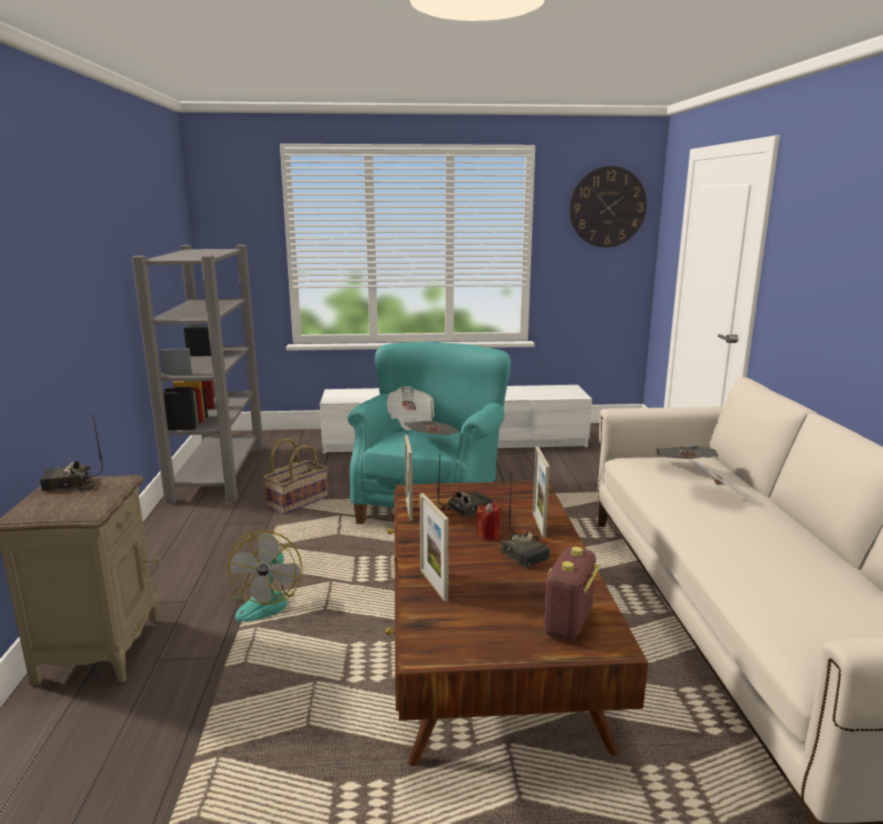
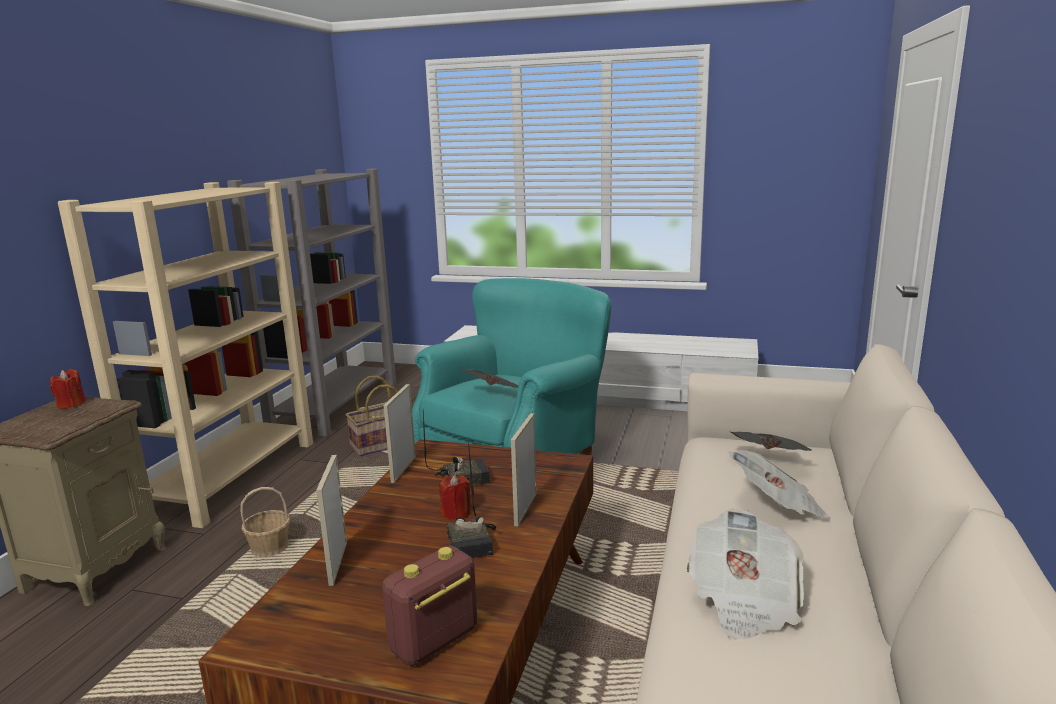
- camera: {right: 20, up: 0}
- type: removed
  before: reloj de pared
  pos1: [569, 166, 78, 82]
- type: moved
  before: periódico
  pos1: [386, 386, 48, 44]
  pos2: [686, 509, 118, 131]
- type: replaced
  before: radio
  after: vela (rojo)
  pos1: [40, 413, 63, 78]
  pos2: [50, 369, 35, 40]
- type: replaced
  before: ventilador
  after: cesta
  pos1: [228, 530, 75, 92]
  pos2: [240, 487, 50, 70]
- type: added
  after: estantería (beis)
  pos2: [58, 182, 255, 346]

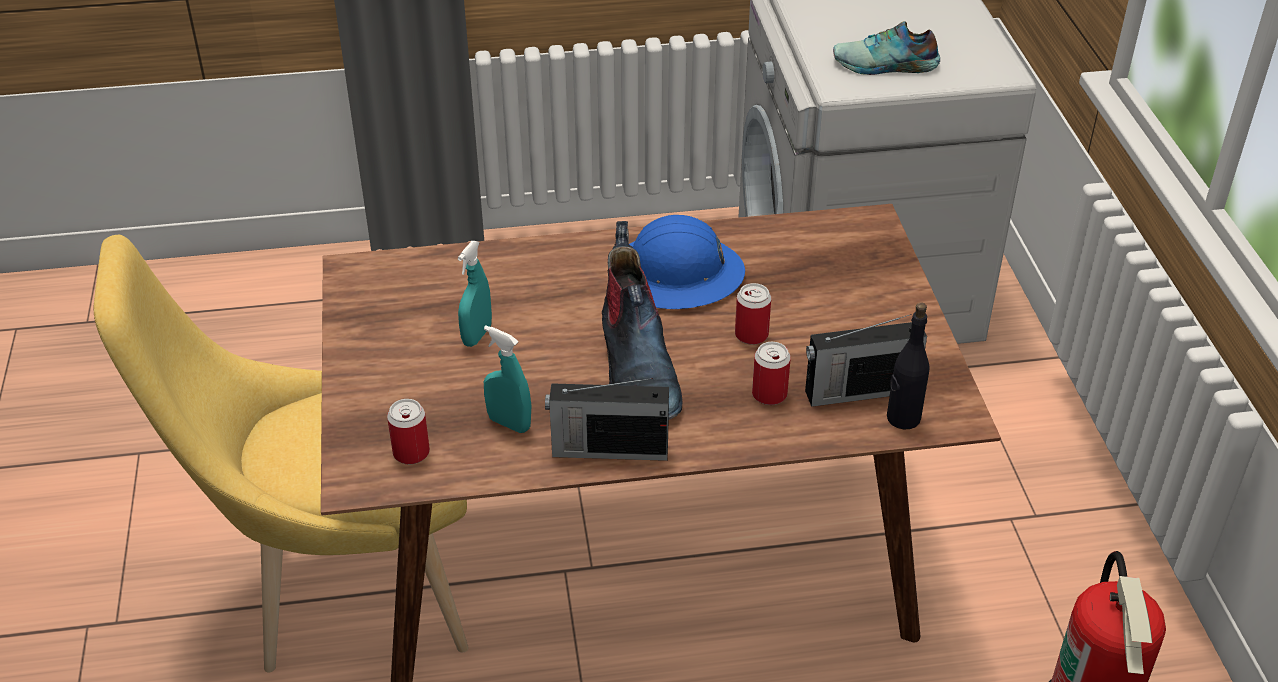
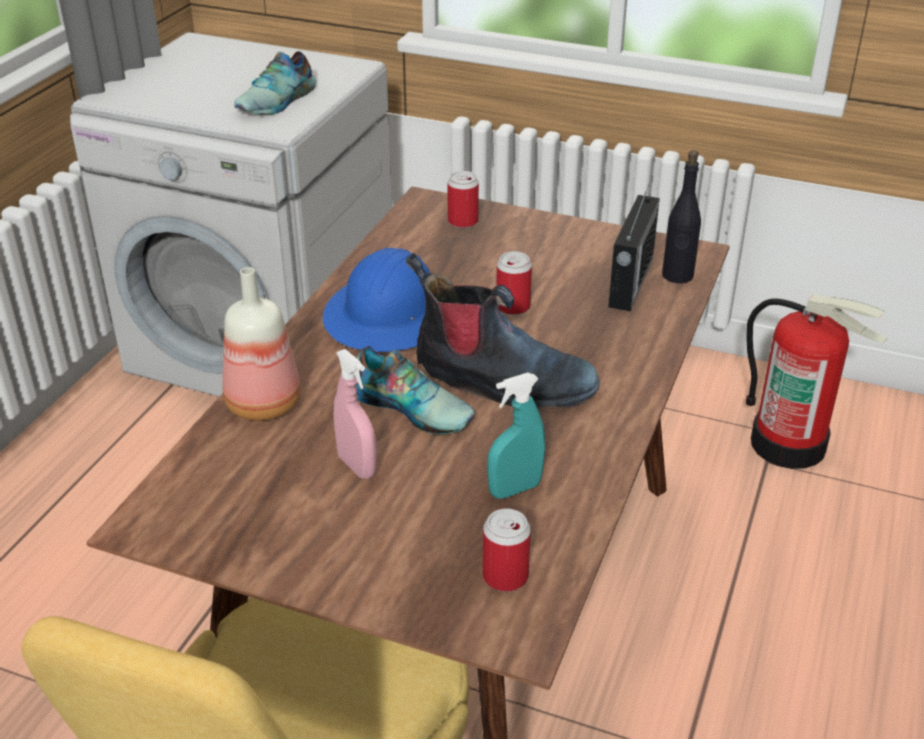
- camera: {right: -60, up: -5}
- type: recoloured
  before: pulverizador (turquesa)
  after: pulverizador (rosa)
  pos1: [458, 241, 34, 106]
  pos2: [334, 349, 43, 130]
- type: moved
  before: lata
  pos1: [752, 342, 39, 63]
  pos2: [447, 171, 32, 57]
- type: removed
  before: radio
  pos1: [545, 378, 124, 83]
- type: added
  after: botella
  pos2: [222, 267, 79, 154]
- type: added
  after: zapato
  pos2: [356, 346, 119, 88]

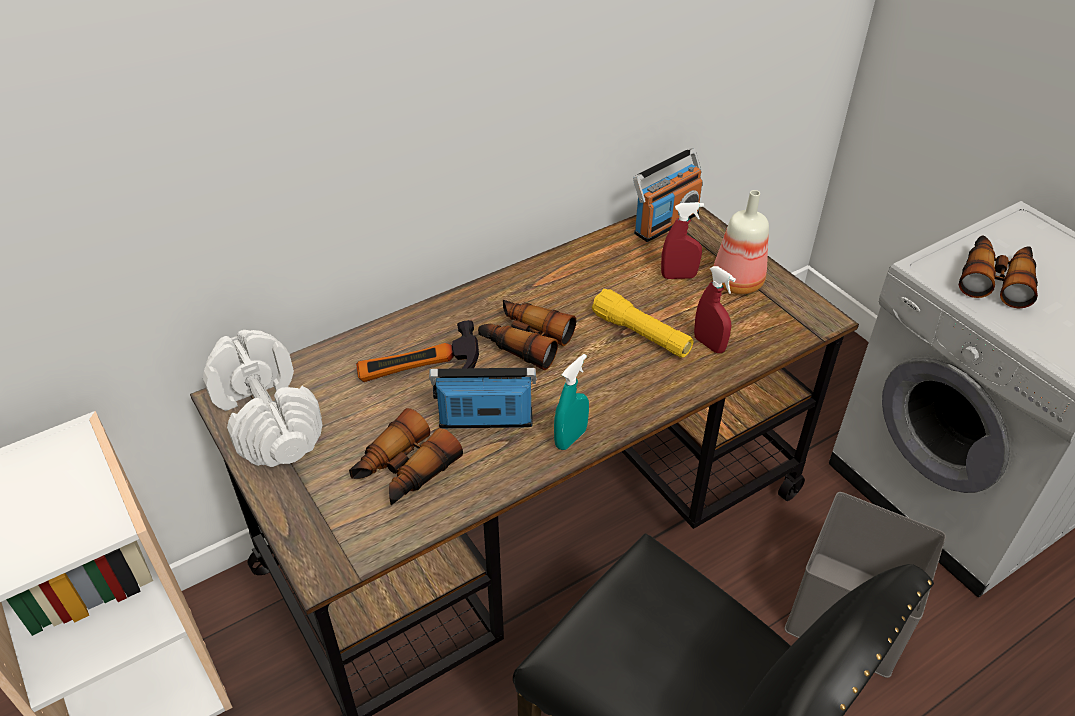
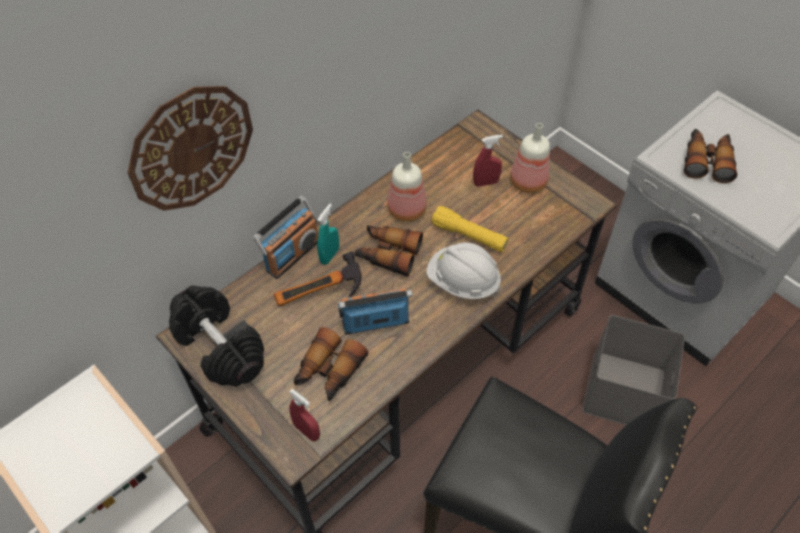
- camera: {right: -10, up: 10}
- type: moved
  before: radio
  pos1: [633, 148, 70, 94]
  pos2: [253, 196, 65, 83]
- type: moved
  before: pulverizador (rojo)
  pos1: [694, 266, 42, 87]
  pos2: [289, 389, 31, 52]
- type: recoloured
  before: mancuerna (blanco)
  after: mancuerna (negro)
  pos1: [203, 330, 119, 137]
  pos2: [169, 286, 95, 101]
- type: moved
  before: pulverizador (turquesa)
  pos1: [554, 354, 35, 96]
  pos2: [317, 204, 22, 61]
- type: added
  after: reloj de pared
  pos2: [127, 86, 126, 125]
- type: added
  after: botella
  pos2: [387, 152, 40, 70]
- type: added
  after: casco (blanco)
  pos2: [427, 242, 74, 57]

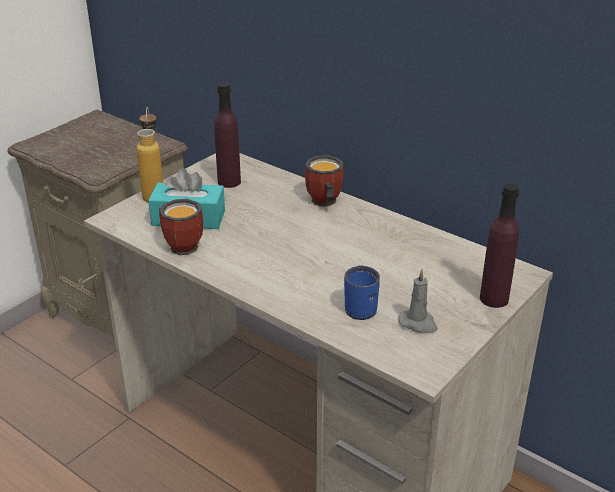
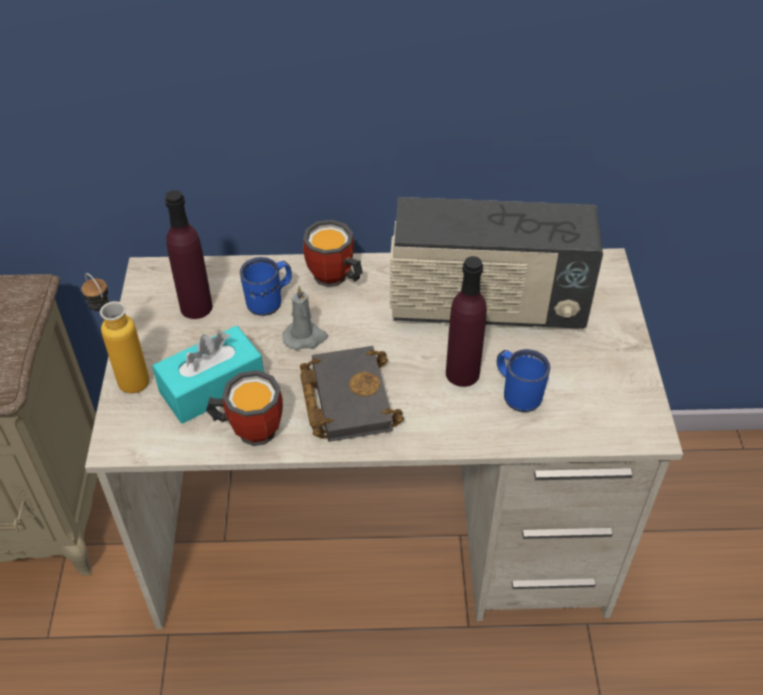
- camera: {right: -40, up: 15}
- type: moved
  before: botella (morado)
  pos1: [480, 184, 39, 124]
  pos2: [446, 256, 41, 131]
- type: moved
  before: vela (gris)
  pos1: [398, 269, 40, 64]
  pos2: [283, 286, 45, 64]
- type: added
  after: radio
  pos2: [390, 197, 213, 132]
- type: added
  after: taza grande (azul)
  pos2: [240, 257, 52, 59]
- type: added
  after: libro (negro)
  pos2: [300, 346, 104, 96]

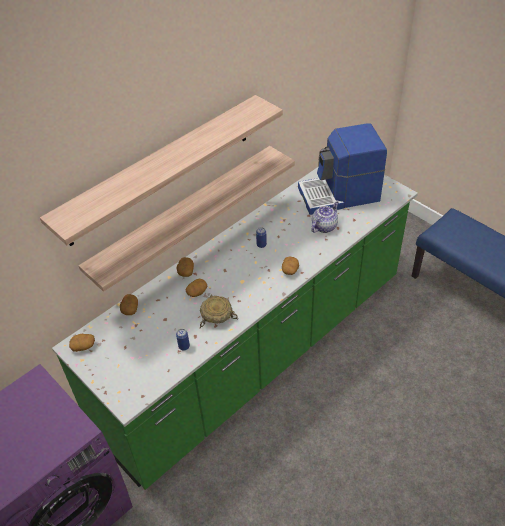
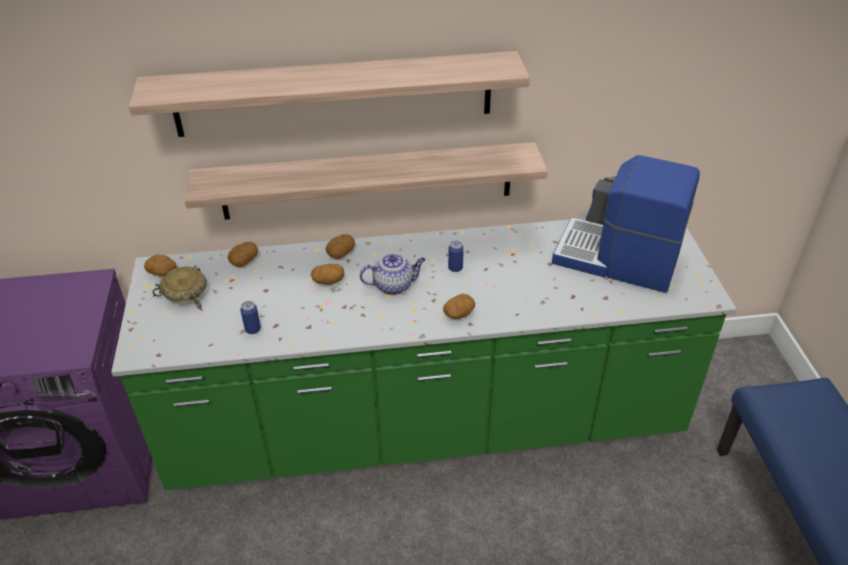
- camera: {right: 35, up: -5}
- type: moved
  before: tetera
  pos1: [311, 202, 28, 31]
  pos2: [360, 253, 66, 42]
- type: moved
  before: cuenco (beis)
  pos1: [200, 295, 38, 33]
  pos2: [152, 266, 55, 45]

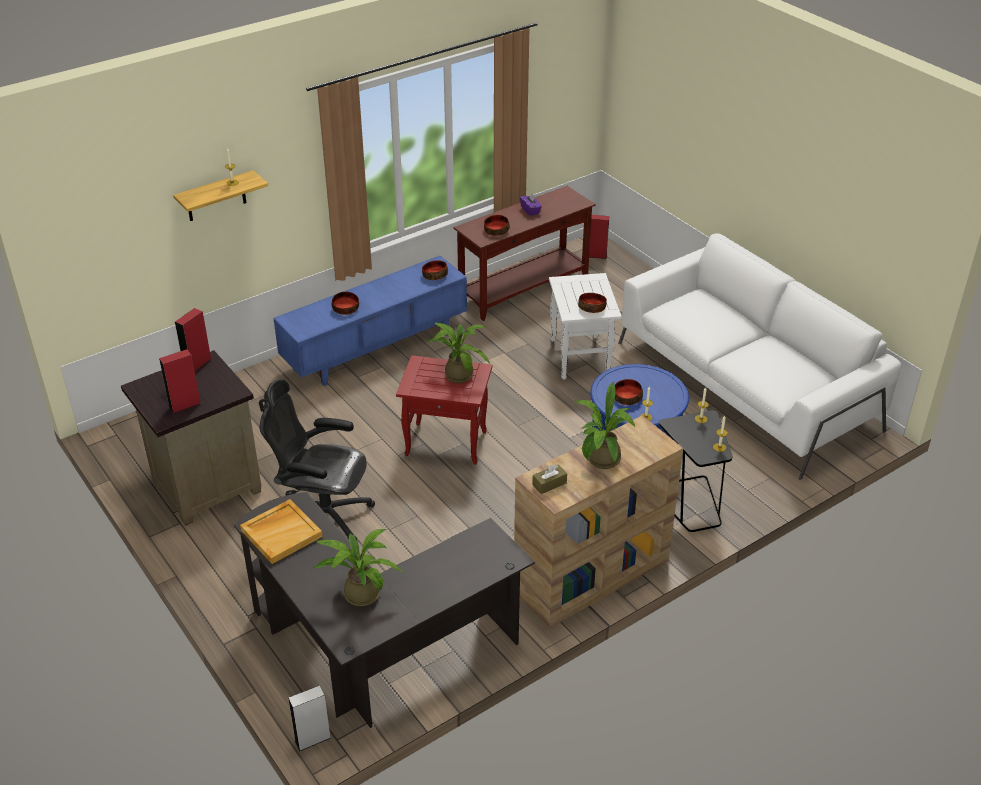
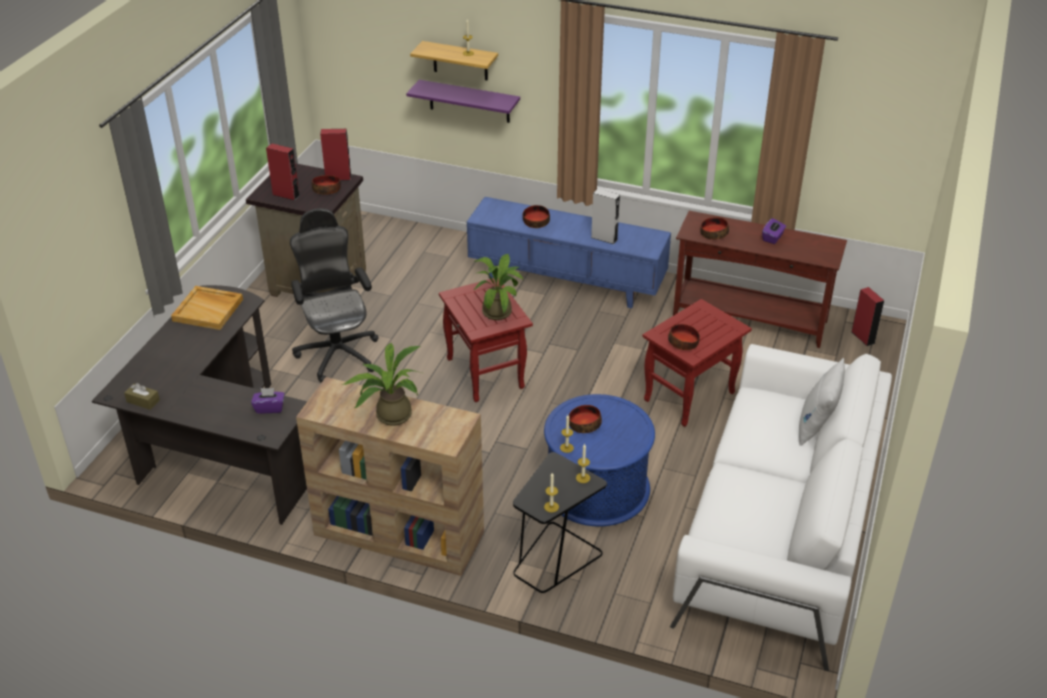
- camera: {right: 55, up: 0}
- type: moved
  before: cuenco
  pos1: [422, 260, 26, 20]
  pos2: [312, 175, 29, 20]
- type: recoloured
  before: mesa auxiliar (blanco)
  after: mesa auxiliar (rojo)
  pos1: [549, 273, 73, 107]
  pos2: [642, 299, 110, 128]
- type: moved
  before: caja de pañuelos (marrón)
  pos1: [532, 464, 35, 30]
  pos2: [124, 383, 36, 27]
- type: removed
  before: planta en maceta
  pos1: [314, 529, 89, 78]
- type: moved
  before: altavoz (gris)
  pos1: [288, 685, 43, 66]
  pos2: [591, 189, 29, 55]
- type: added
  after: estante (morado)
  pos2: [406, 80, 114, 43]
- type: added
  after: cojín (gris)
  pos2: [799, 358, 46, 88]
- type: added
  after: caja de pañuelos (morado)
  pos2: [251, 388, 34, 26]

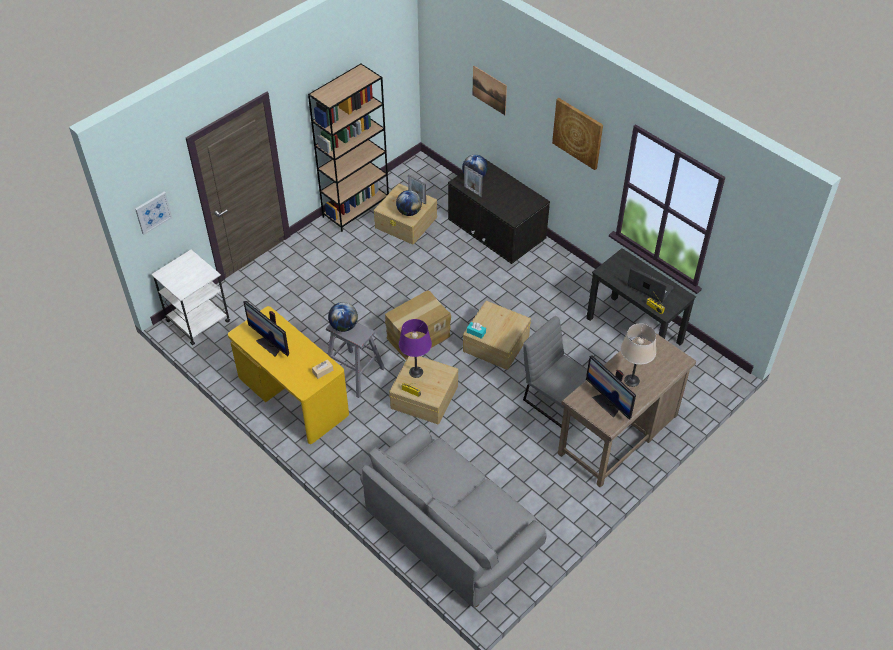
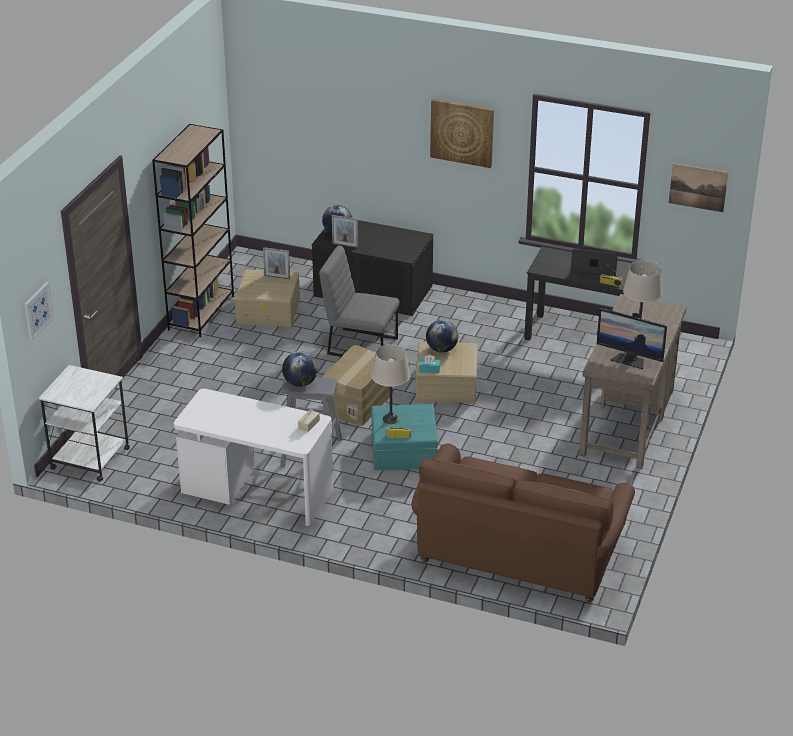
- camera: {right: -25, up: -15}
- type: moved
  before: cuadro
  pos1: [472, 66, 35, 49]
  pos2: [669, 163, 59, 49]
- type: moved
  before: globo terráqueo
  pos1: [396, 190, 26, 26]
  pos2: [426, 320, 32, 33]
- type: removed
  before: monitor
  pos1: [243, 301, 46, 56]
- type: recoloured
  before: escritorio (amarillo)
  after: escritorio (blanco)
  pos1: [228, 306, 121, 138]
  pos2: [174, 388, 159, 138]
- type: moved
  before: silla (gris)
  pos1: [523, 316, 64, 111]
  pos2: [319, 246, 81, 111]
- type: recoloured
  before: lámpara de mesa (morado)
  after: lámpara de mesa (beis)
  pos1: [399, 319, 33, 59]
  pos2: [372, 344, 38, 80]
- type: recoloured
  before: caja de almacenaje (beis)
  after: caja de almacenaje (turquesa)
  pos1: [389, 356, 69, 68]
  pos2: [371, 404, 67, 66]
- type: recoloured
  before: sofá (gris)
  after: sofá (marrón)
  pos1: [360, 425, 187, 182]
  pos2: [412, 444, 223, 158]

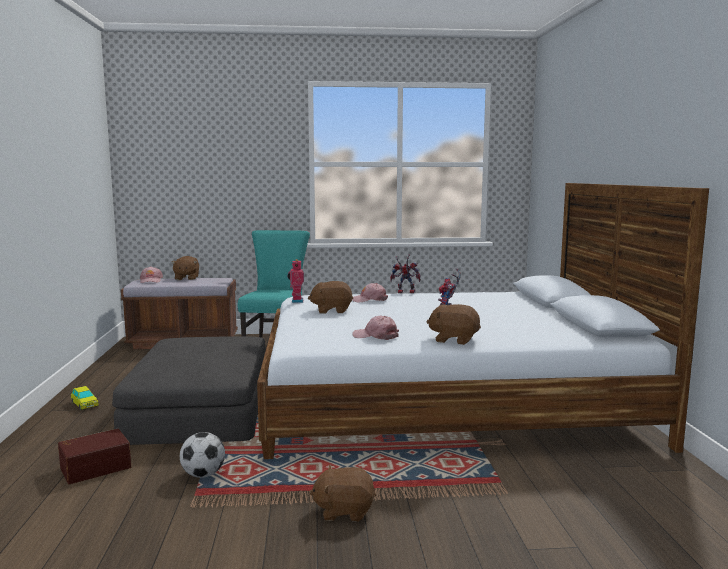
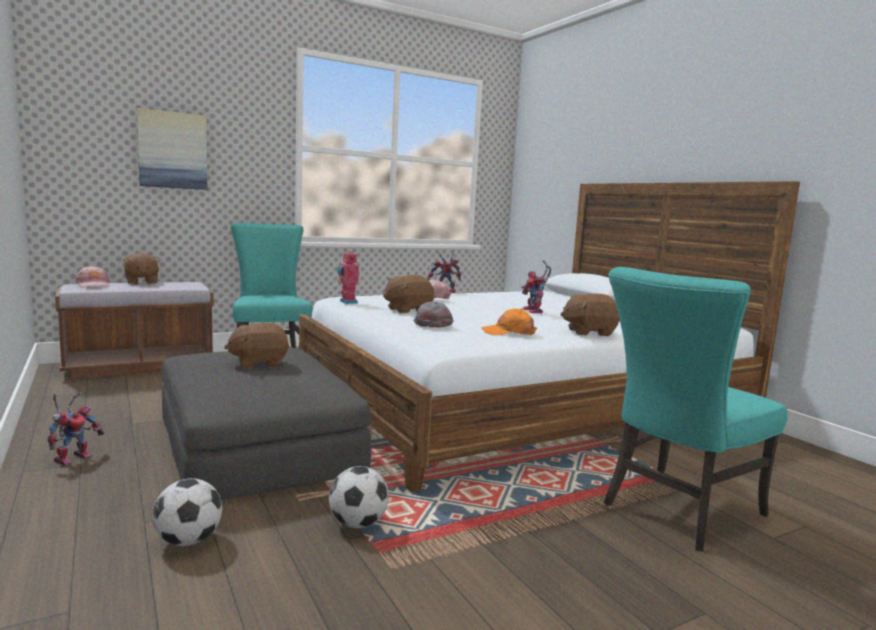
- camera: {right: -25, up: 0}
- type: recoloured
  before: gorra (rosa)
  after: gorra (naranja)
  pos1: [353, 316, 46, 24]
  pos2: [481, 309, 56, 26]
- type: replaced
  before: coche de juguete
  after: robot de juguete
  pos1: [71, 386, 28, 24]
  pos2: [48, 393, 57, 73]
- type: replaced
  before: caja de almacenaje (marrón)
  after: balón de fútbol
  pos1: [58, 429, 73, 55]
  pos2: [152, 478, 70, 68]
- type: moved
  before: peluche (marrón)
  pos1: [309, 465, 67, 57]
  pos2: [224, 323, 65, 46]
- type: added
  after: cuadro
  pos2: [137, 108, 70, 82]
- type: added
  after: silla (turquesa)
  pos2: [604, 267, 184, 285]
- type: added
  after: gorra (gris)
  pos2: [413, 302, 40, 26]

